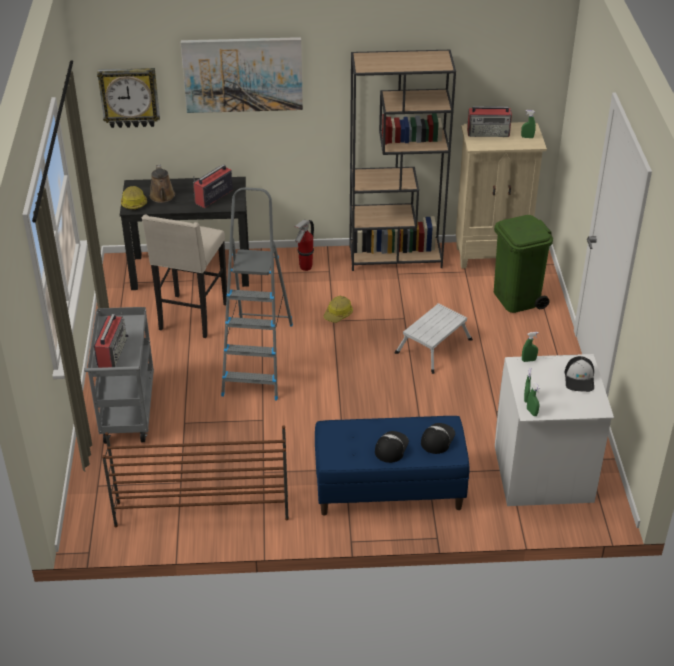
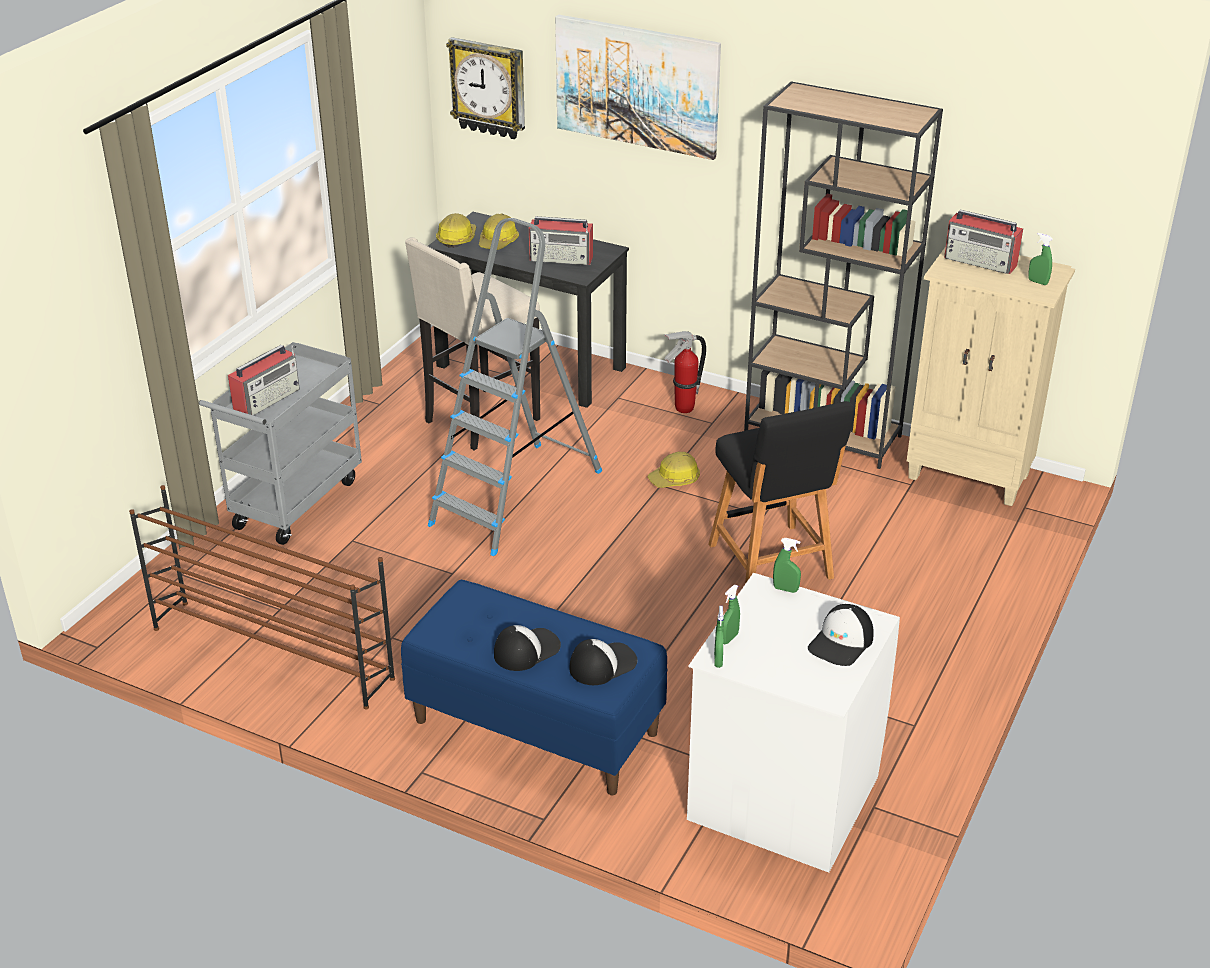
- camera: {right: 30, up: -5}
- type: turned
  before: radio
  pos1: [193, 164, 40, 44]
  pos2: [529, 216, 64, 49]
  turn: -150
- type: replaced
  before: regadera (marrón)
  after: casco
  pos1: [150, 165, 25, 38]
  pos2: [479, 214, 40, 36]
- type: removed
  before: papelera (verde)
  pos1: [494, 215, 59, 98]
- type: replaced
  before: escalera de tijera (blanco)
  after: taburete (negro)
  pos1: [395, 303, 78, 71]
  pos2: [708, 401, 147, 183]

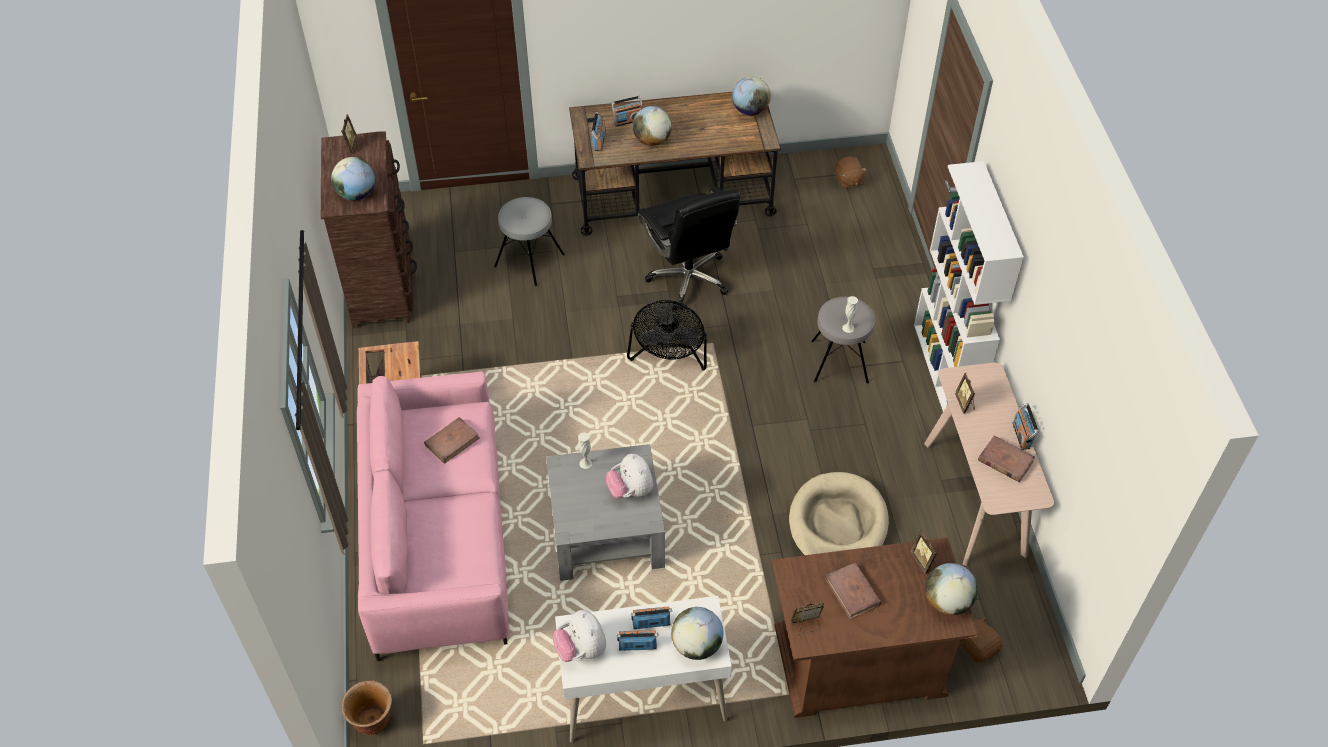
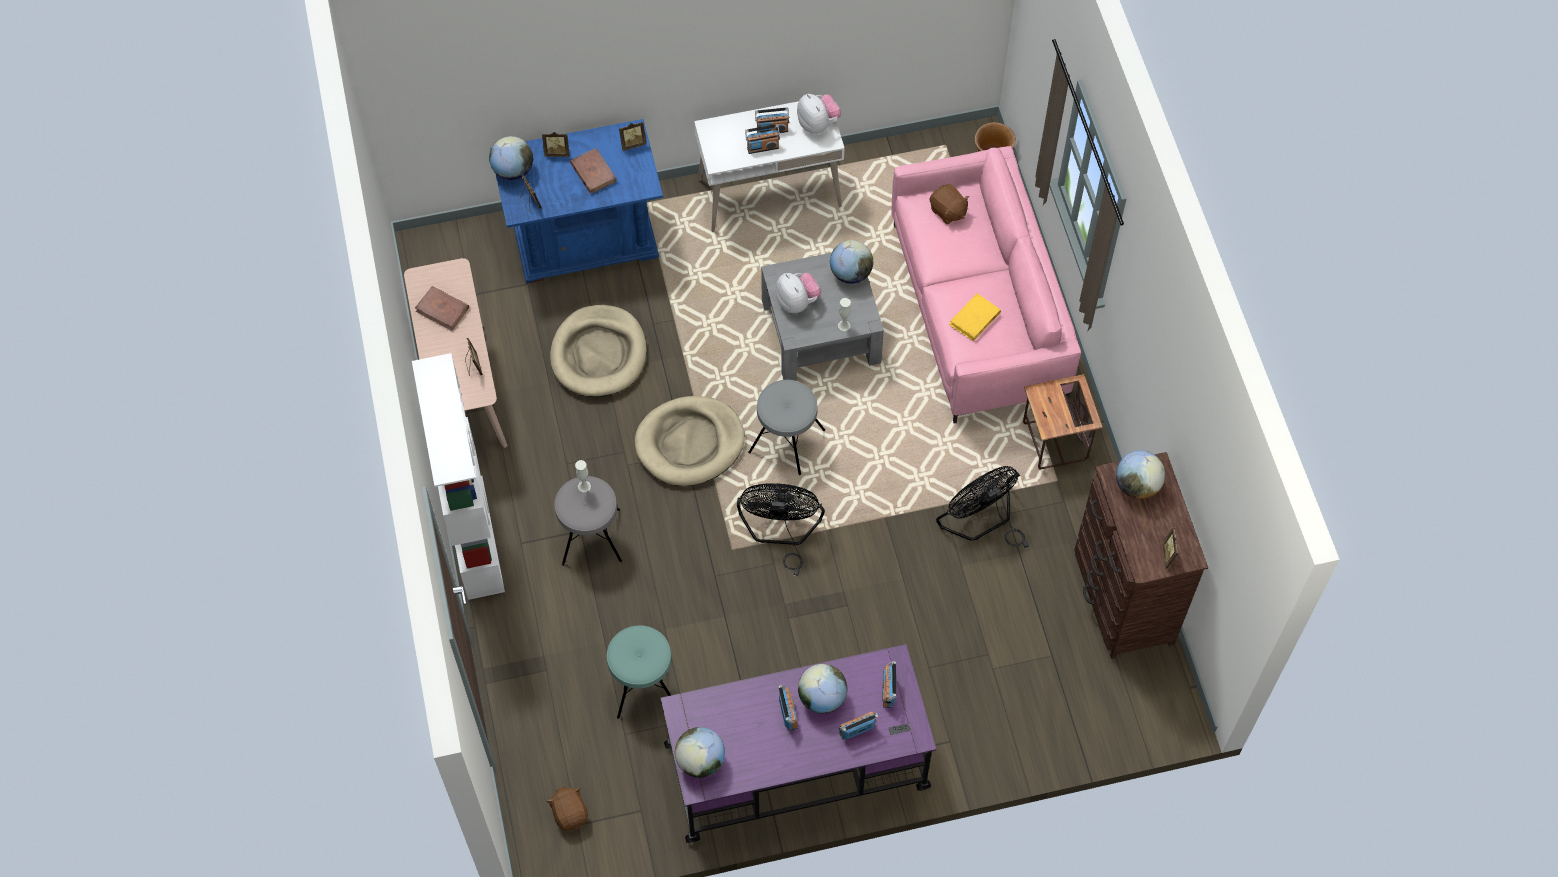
- camera: {right: 175, up: 10}
- type: recoloured
  before: escritorio (marrón)
  after: escritorio (morado)
  pos1: [569, 92, 212, 144]
  pos2: [661, 644, 276, 199]
- type: removed
  before: silla de oficina (negro)
  pos1: [638, 186, 102, 123]
- type: moved
  before: taburete (gris)
  pos1: [494, 197, 71, 89]
  pos2: [748, 380, 77, 95]
- type: moved
  before: radio
  pos1: [1012, 403, 27, 47]
  pos2: [778, 685, 19, 45]
- type: recoloured
  before: libro (marrón)
  after: libro (amarillo)
  pos1: [424, 417, 56, 47]
  pos2: [949, 293, 52, 48]
- type: recoloured
  before: armario (marrón)
  after: armario (azul)
  pos1: [772, 537, 207, 181]
  pos2: [490, 119, 173, 165]
- type: moved
  before: globo terráqueo
  pos1: [671, 607, 53, 53]
  pos2: [830, 240, 43, 44]
- type: moved
  before: peluche (marrón)
  pos1: [959, 617, 43, 45]
  pos2: [930, 184, 39, 40]
- type: added
  after: portarretratos
  pos2: [542, 132, 28, 25]
- type: added
  after: cama para perro (beis)
  pos2: [635, 396, 110, 90]
- type: added
  after: ventilador (negro)
  pos2: [936, 466, 93, 83]
- type: added
  after: taburete (turquesa)
  pos2: [607, 625, 65, 94]

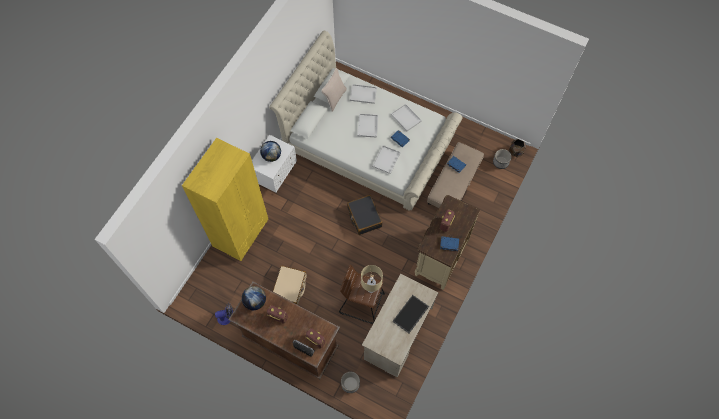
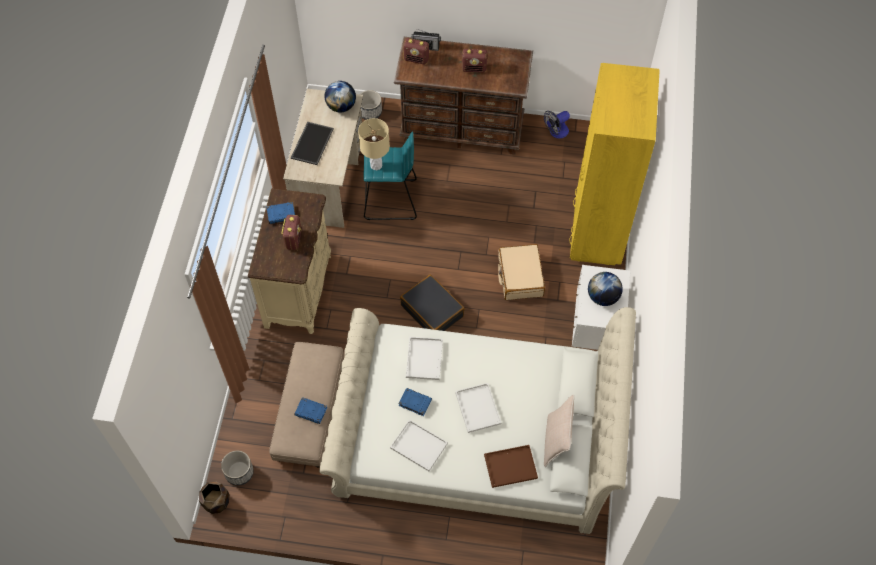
- camera: {right: 160, up: -5}
- type: recoloured
  before: bandeja (blanco)
  after: bandeja (marrón)
  pos1: [350, 84, 27, 20]
  pos2: [484, 445, 54, 43]
- type: recoloured
  before: taburete (marrón)
  after: taburete (turquesa)
  pos1: [339, 265, 46, 59]
  pos2: [363, 131, 54, 89]
- type: moved
  before: maleta (beis)
  pos1: [273, 266, 34, 39]
  pos2: [498, 244, 47, 56]
- type: moved
  before: globo terráqueo
  pos1: [242, 286, 24, 24]
  pos2: [325, 81, 31, 32]

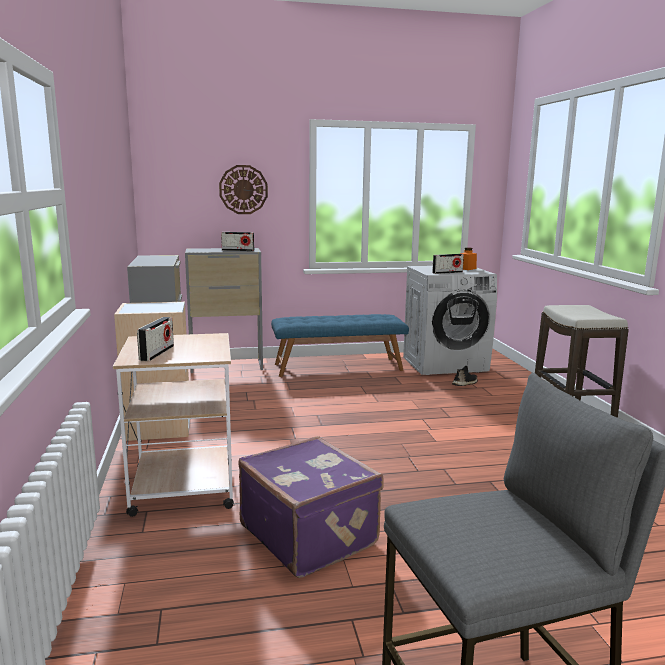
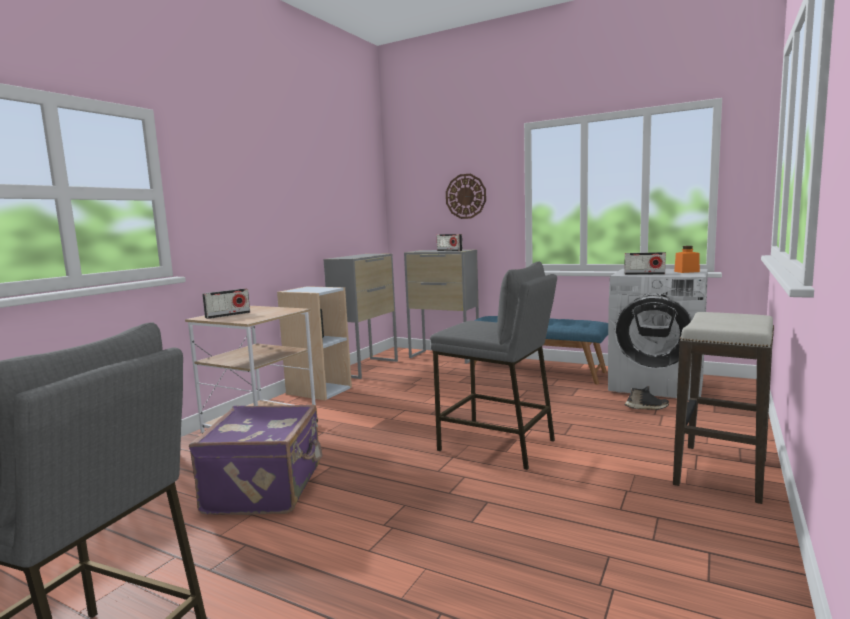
- camera: {right: 40, up: -5}
- type: added
  after: taburete (gris)
  pos2: [430, 261, 127, 209]

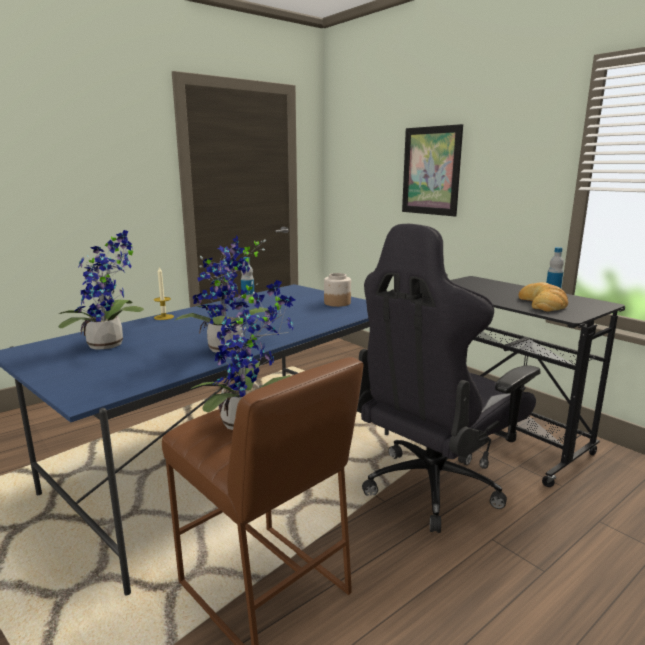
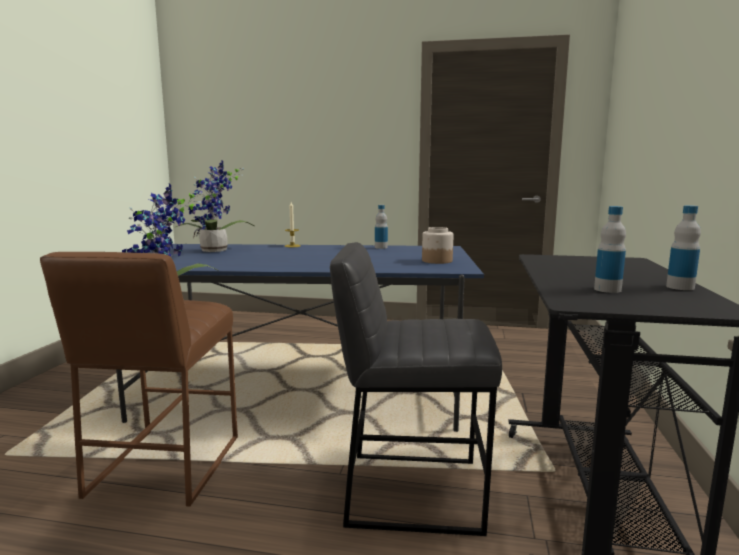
- camera: {right: 50, up: -5}
- type: removed
  before: cuadro
  pos1: [402, 124, 61, 92]
- type: replaced
  before: silla de oficina (negro)
  after: taburete (gris)
  pos1: [357, 224, 183, 309]
  pos2: [330, 242, 172, 294]
- type: removed
  before: planta en maceta
  pos1: [175, 236, 103, 117]
- type: replaced
  before: pan
  after: botella
  pos1: [519, 282, 49, 30]
  pos2: [594, 206, 32, 87]

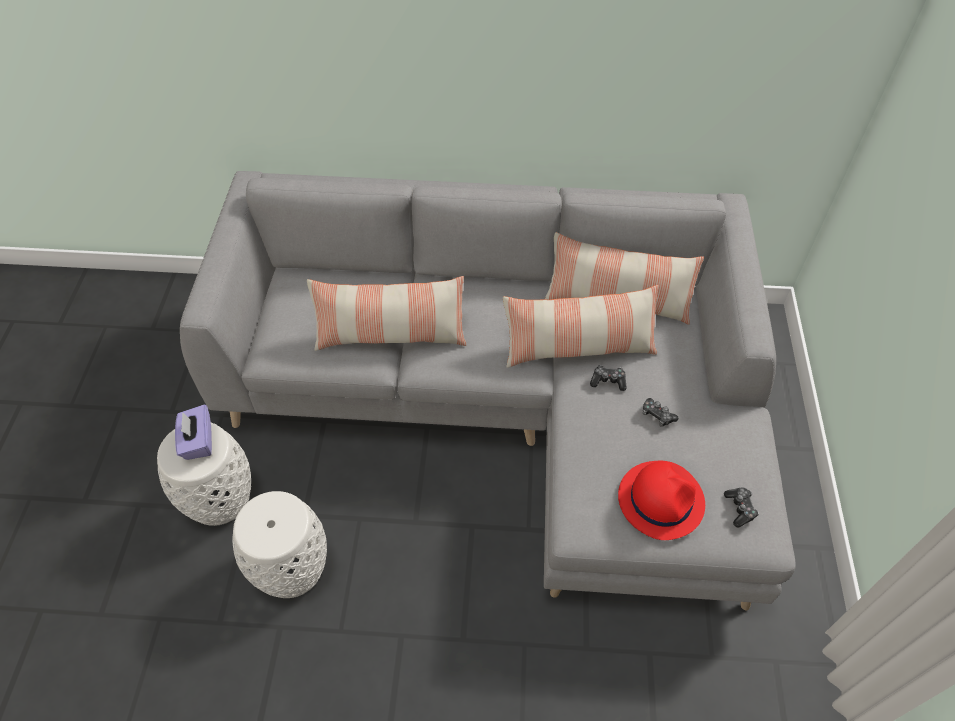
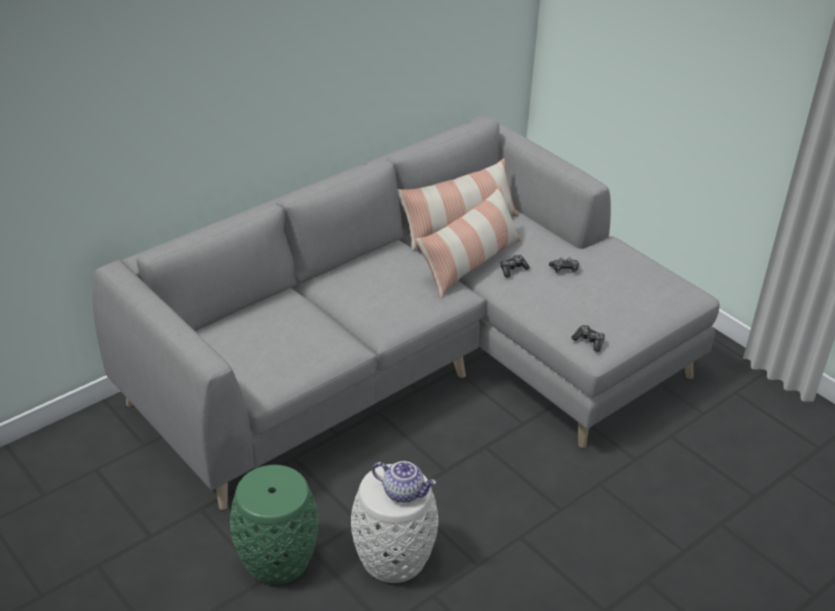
- camera: {right: -45, up: -15}
- type: removed
  before: cojín
  pos1: [307, 276, 160, 75]
- type: removed
  before: caja de pañuelos (morado)
  pos1: [175, 404, 37, 56]
- type: recoloured
  before: taburete (blanco)
  after: taburete (verde)
  pos1: [157, 423, 94, 103]
  pos2: [230, 465, 89, 120]
- type: removed
  before: sombrero (rojo)
  pos1: [618, 461, 87, 79]
- type: moved
  before: mando de consola
  pos1: [724, 487, 35, 41]
  pos2: [571, 325, 34, 27]
- type: added
  after: tetera
  pos2: [372, 461, 64, 42]

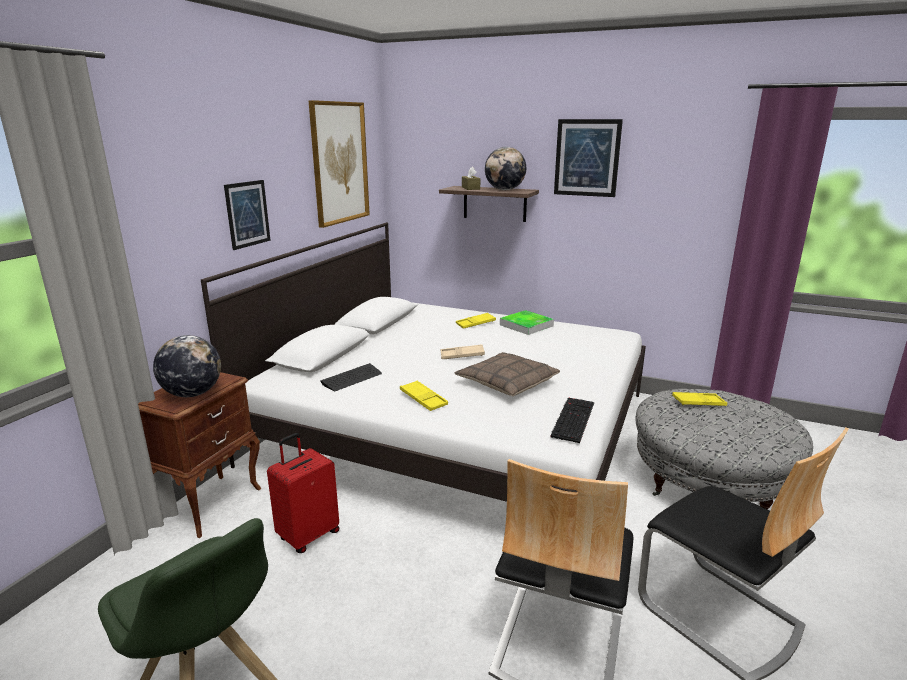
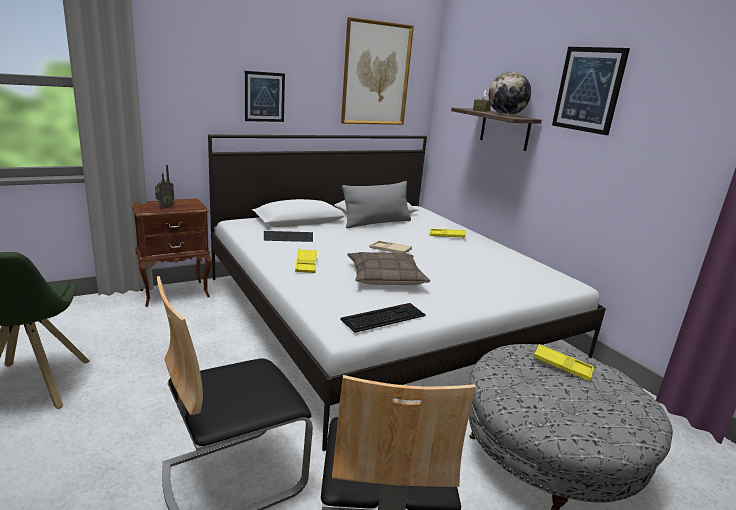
- camera: {right: 35, up: 0}
- type: removed
  before: bandeja
  pos1: [500, 310, 54, 25]
- type: replaced
  before: globo terráqueo
  after: radio
  pos1: [153, 335, 68, 62]
  pos2: [155, 165, 20, 43]
- type: removed
  before: maleta (rojo)
  pos1: [267, 433, 72, 120]
- type: added
  after: cojín (gris)
  pos2: [342, 181, 69, 47]

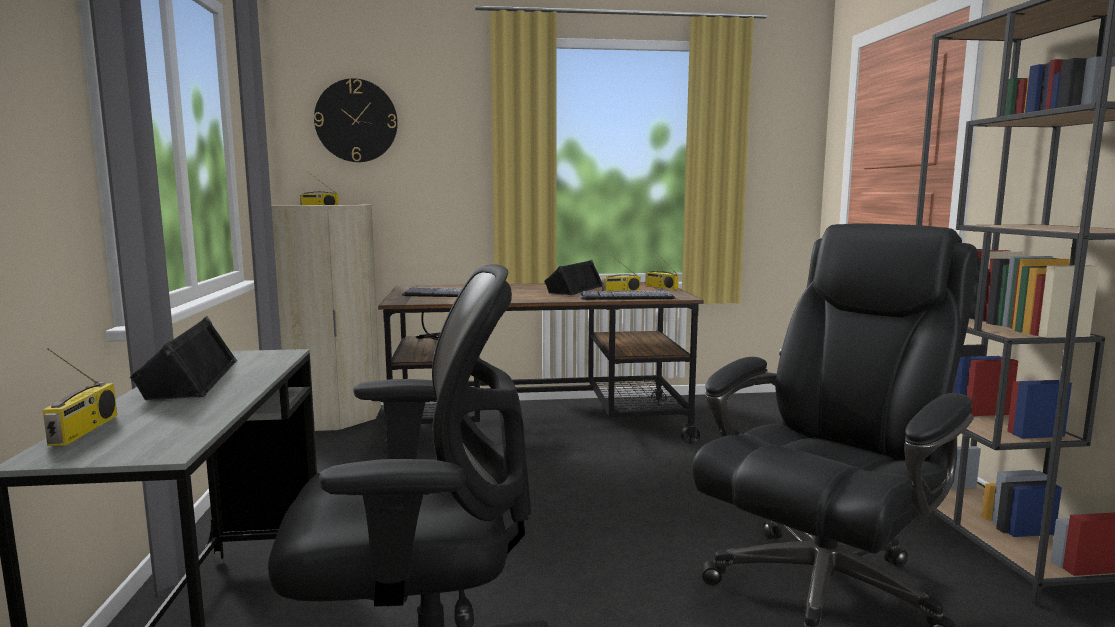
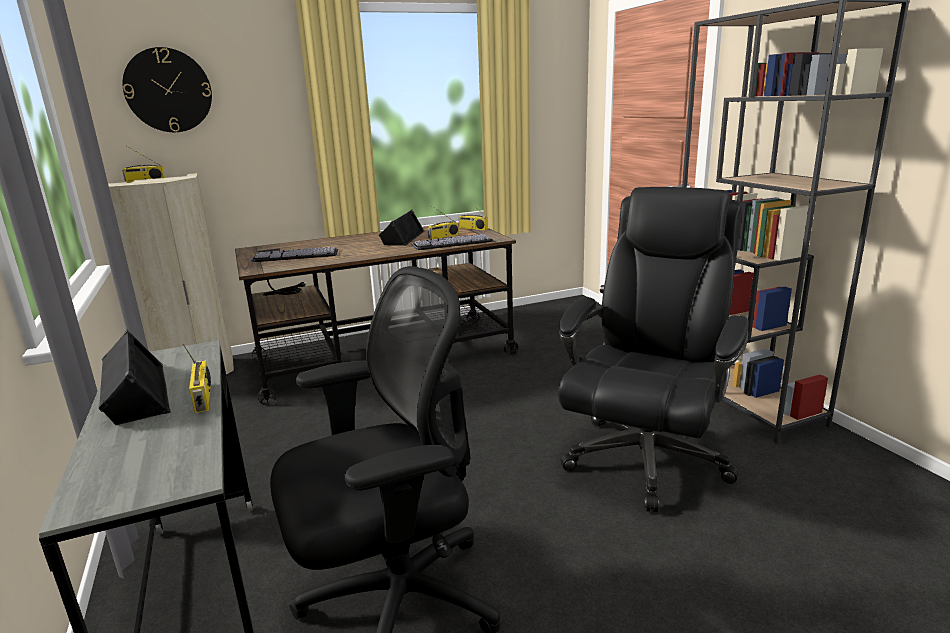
- camera: {right: -15, up: 10}
- type: moved
  before: radio
  pos1: [43, 348, 74, 98]
  pos2: [183, 344, 28, 69]

